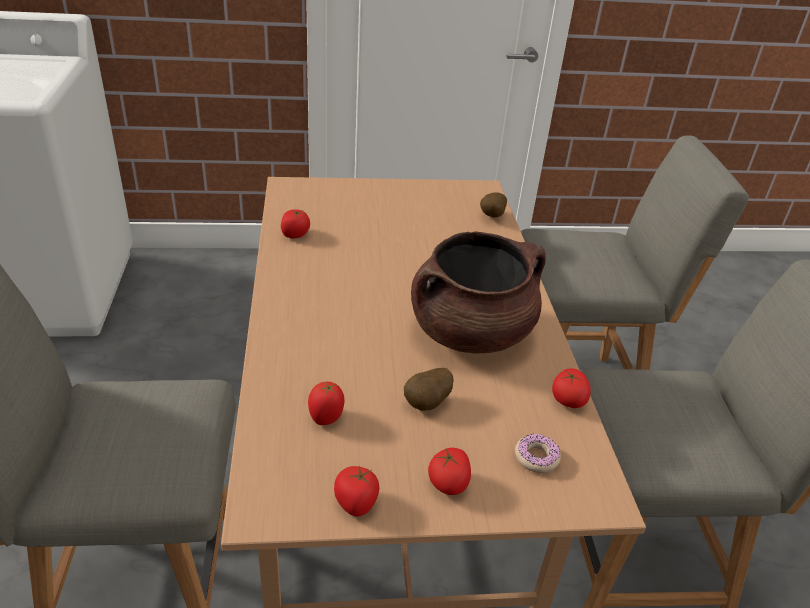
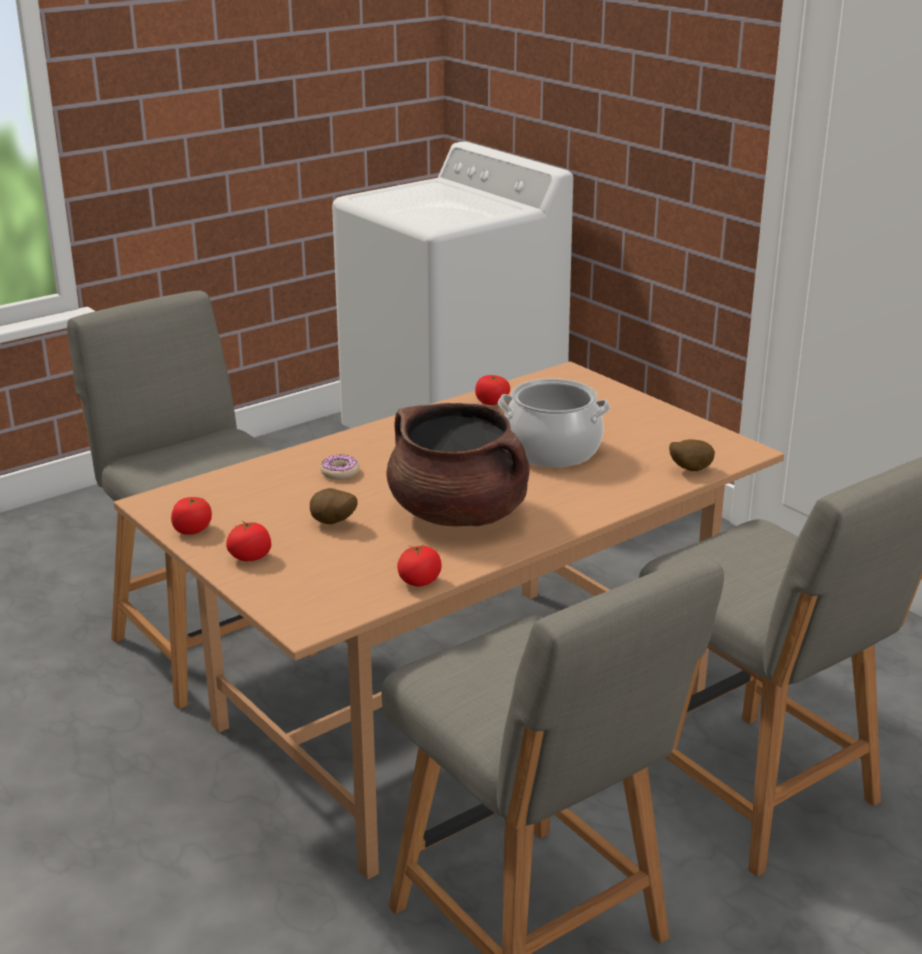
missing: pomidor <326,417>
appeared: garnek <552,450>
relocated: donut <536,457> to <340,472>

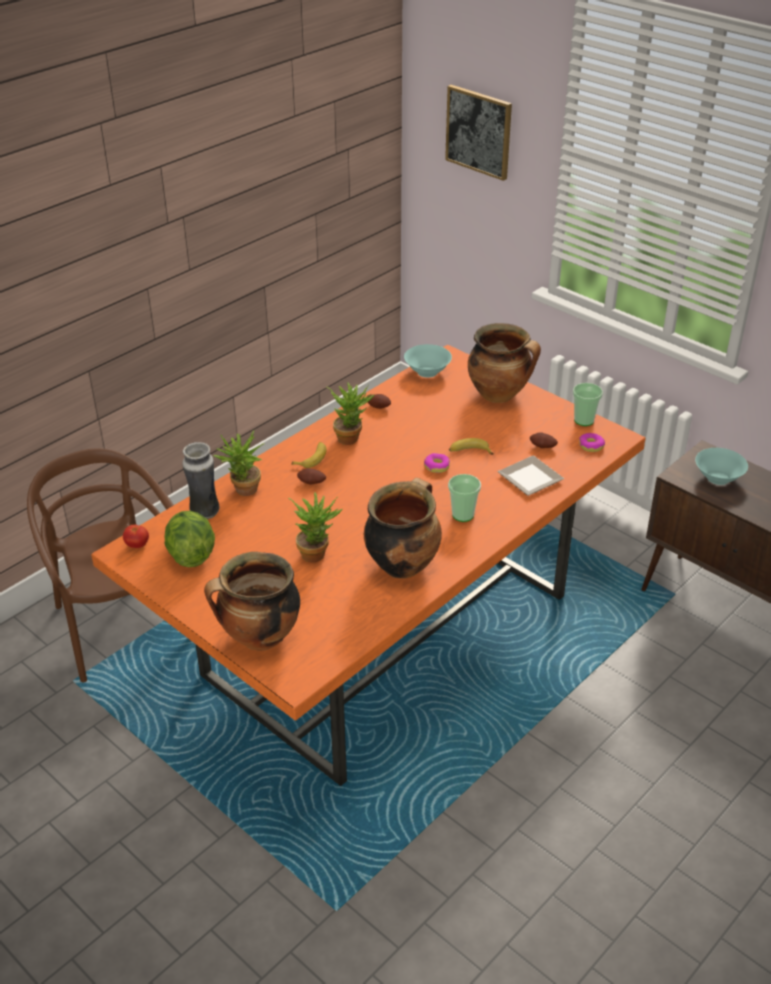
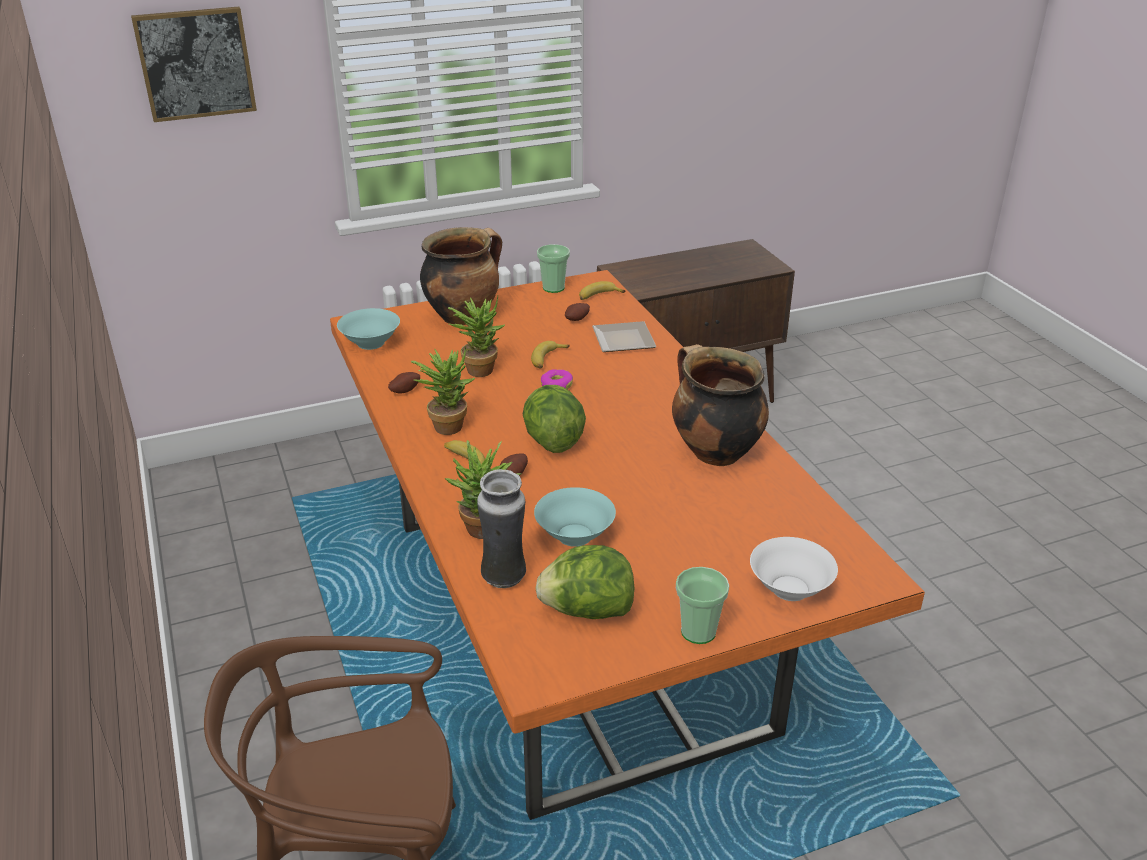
missing: pomidor <137,545>
appeared: sałata <552,441>
relocated: roślina doniczkowa <317,552> to <479,368>; filiżanka <463,515> to <698,632>; miska/turkusowy <718,478> to <575,534>
exchanged: garnek <259,638> to miska/biały <791,589>; donut <591,446> to banan <598,296>

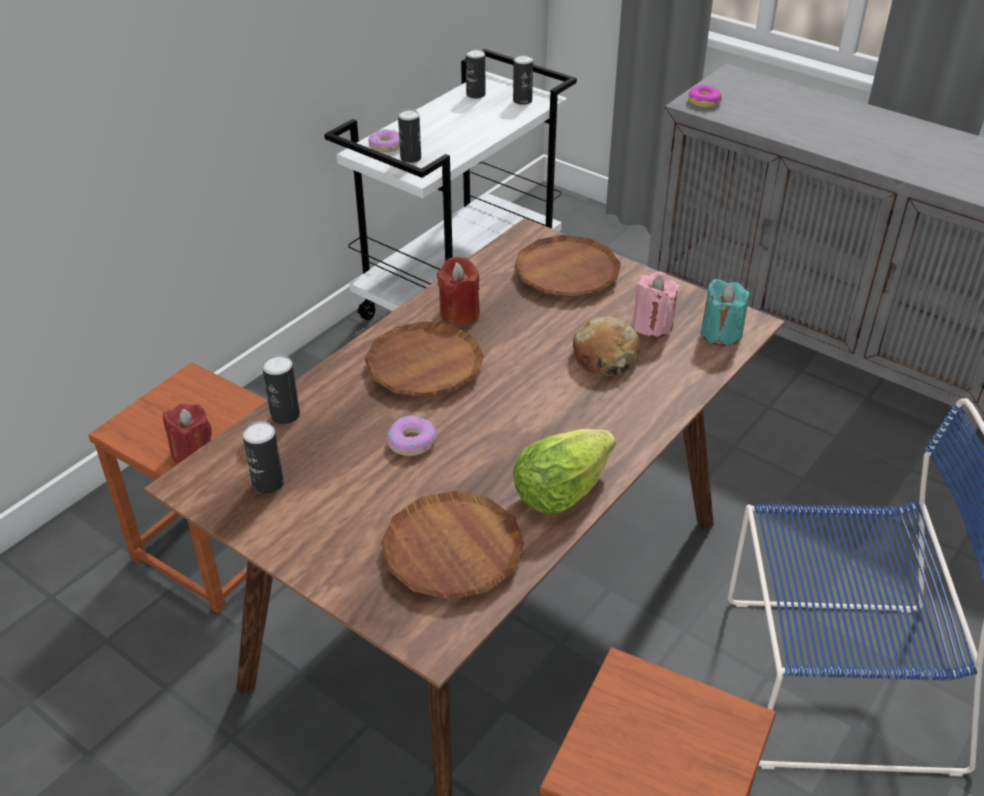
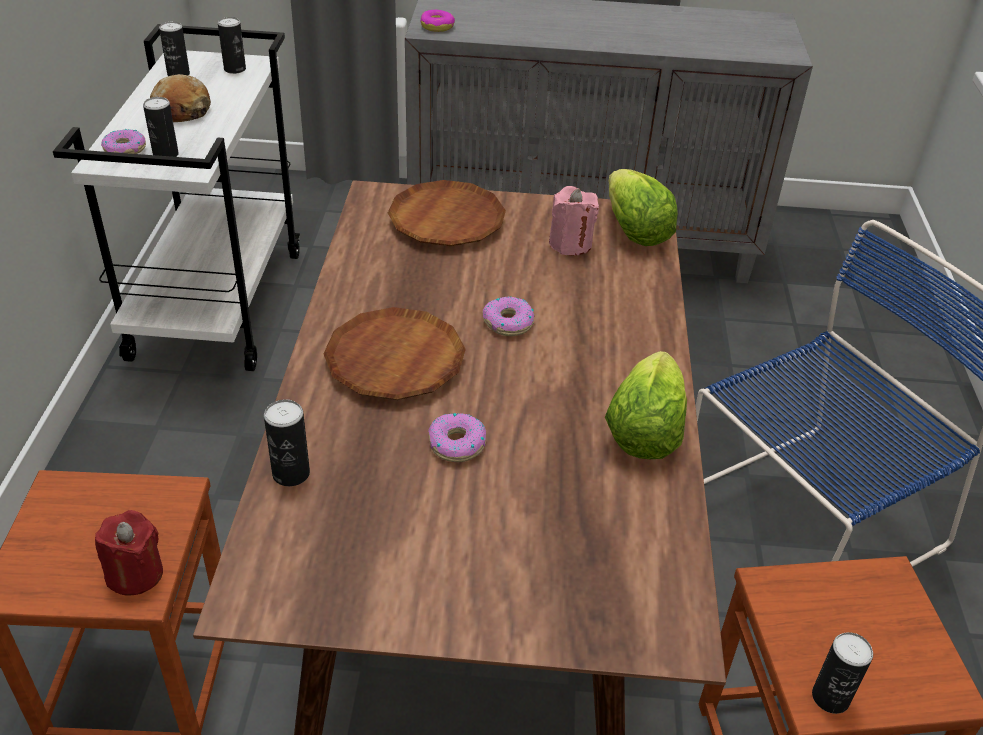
missing: talerz/brązowy <453,551>; świeca/czerwony <459,312>
appeared: donut <508,323>
relocated: puszka <268,484> to <830,697>; chleb <604,357> to <182,110>
exchanged: świeca/turkusowy <721,333> to sałata <635,231>

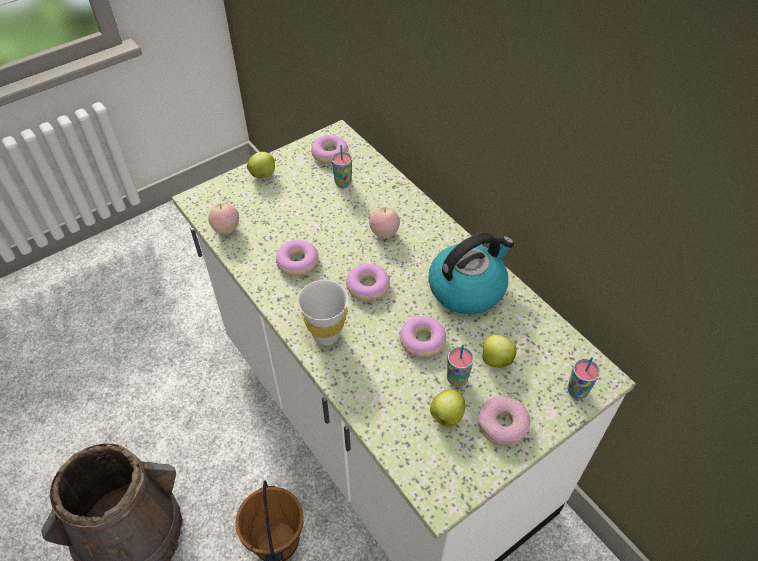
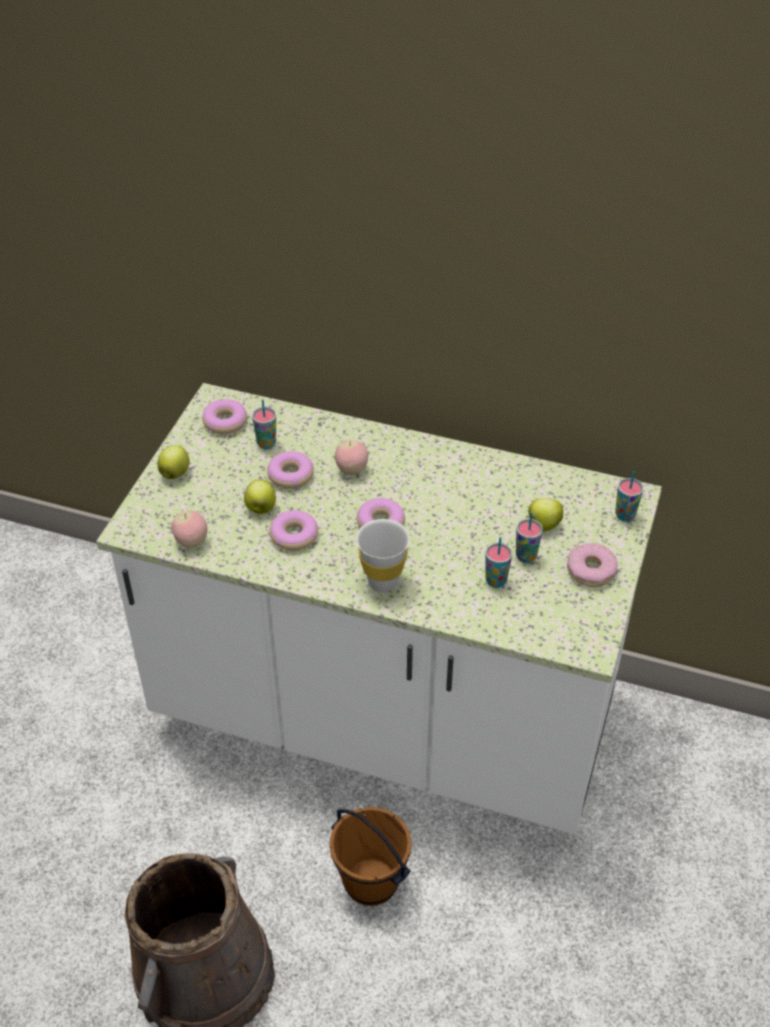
missing: czajnik <467,288>
appeared: filiżanka <496,581>
relocated: donut <422,340> to <290,475>; jabłko <446,417> to <261,508>

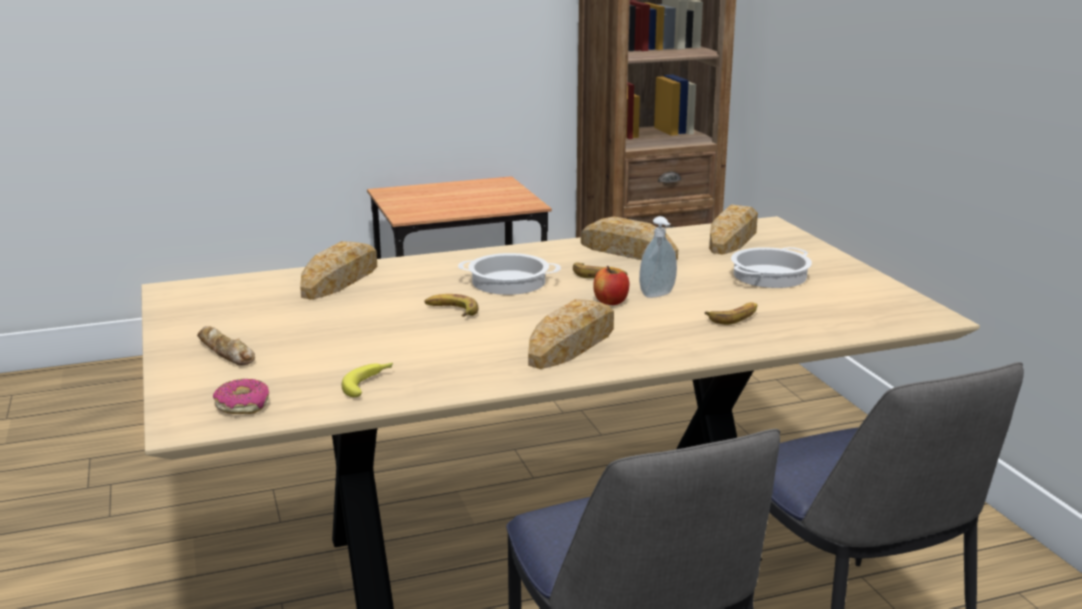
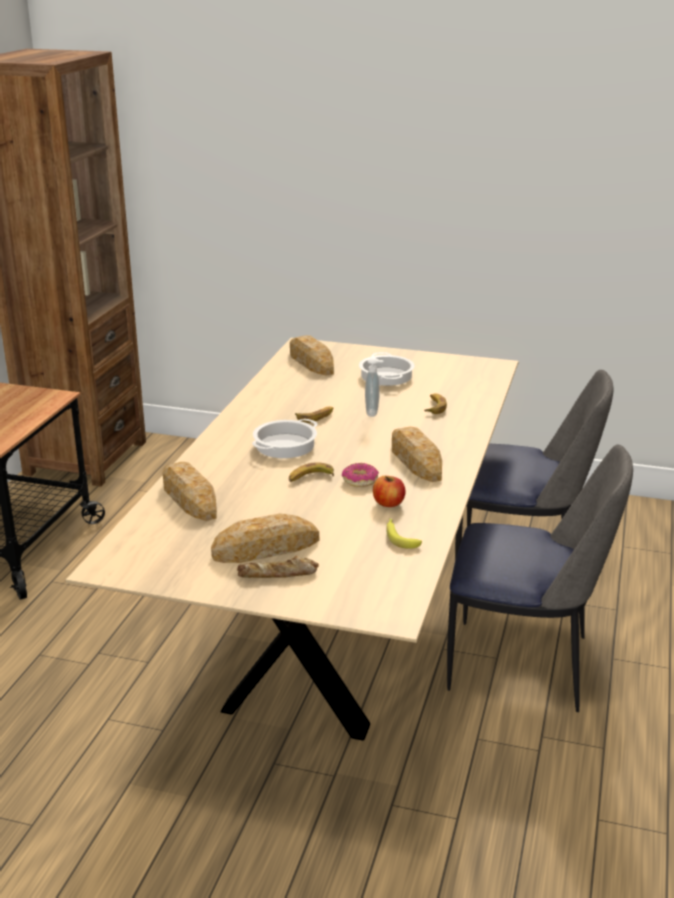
relocated: donut <243,405> to <360,481>; chleb <627,251> to <266,548>; jabłko <611,302> to <388,503>

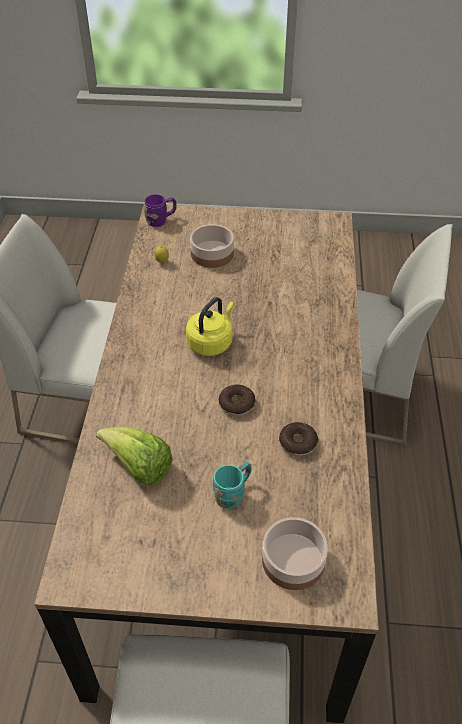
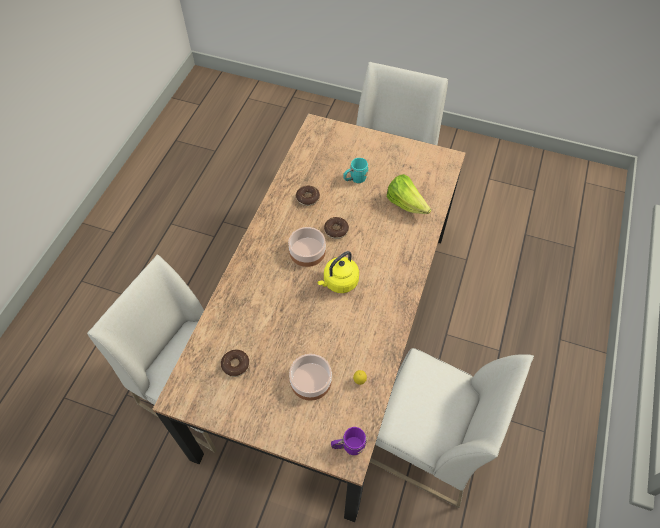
appeared: donut <235,365>
relocated: miska <292,561> to <308,251>

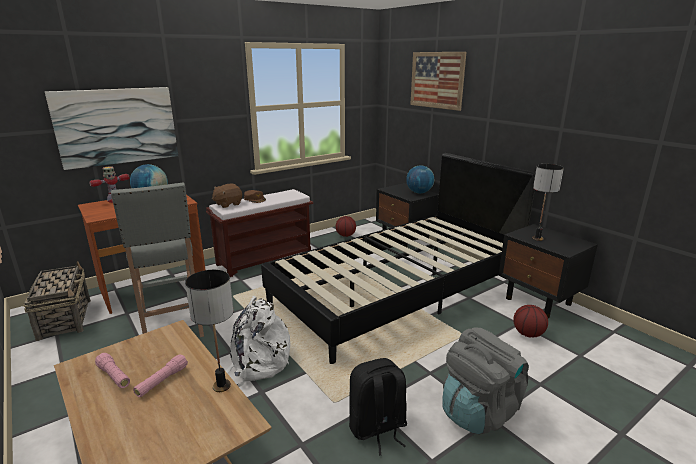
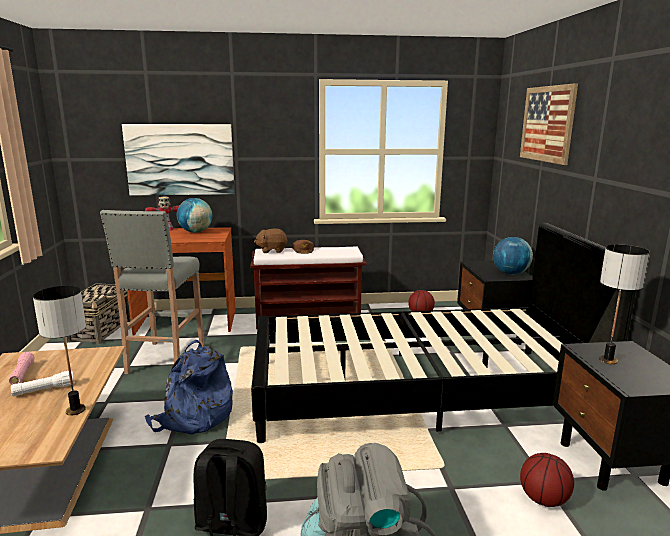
colour: latarka/różowy <162,381> to latarka/biały <44,390>; plecak/biały <257,363> to plecak/niebieski <193,417>

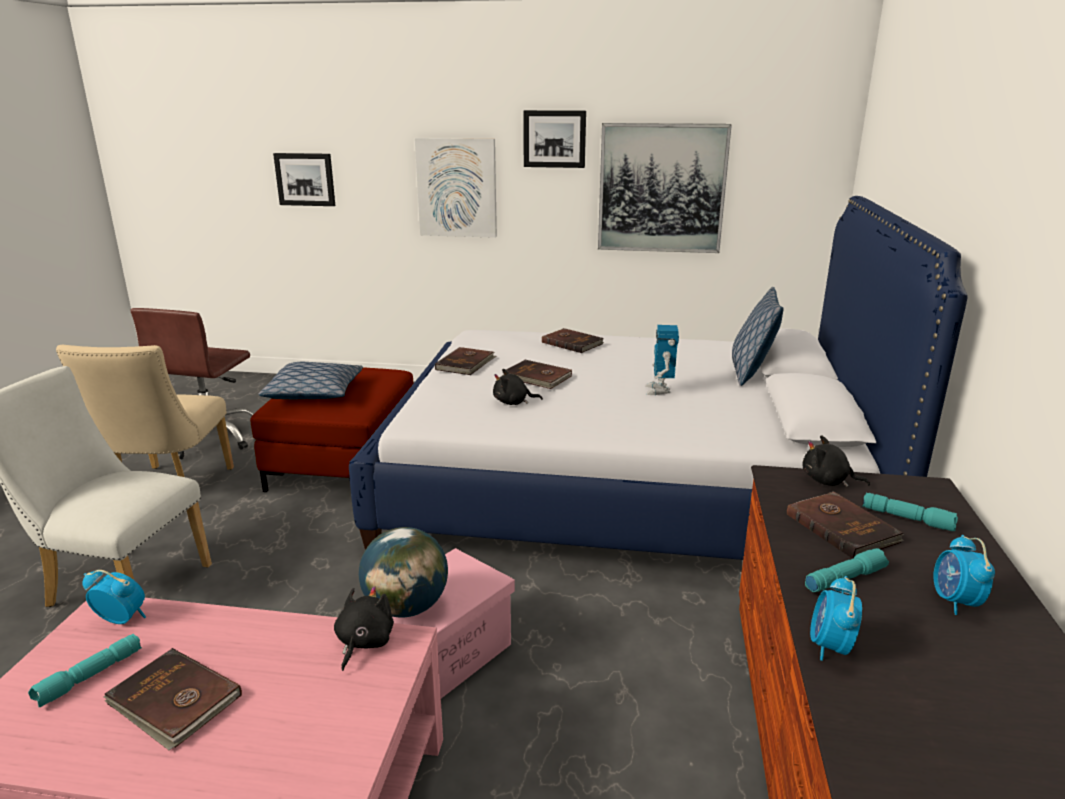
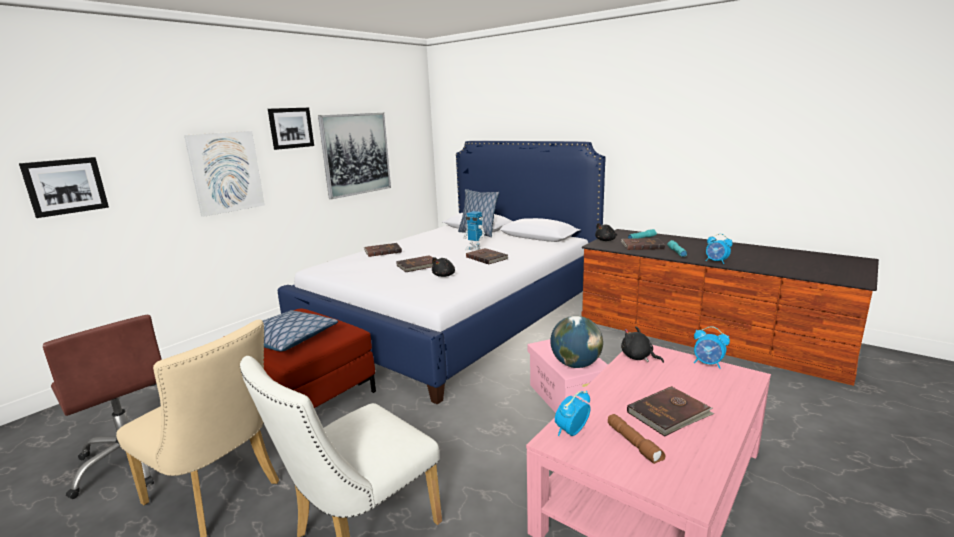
relocated: książka/brązowy <466,364> to <487,258>; budzik <955,601> to <708,364>
colour: latarka/turkusowy <89,678> to latarka/brązowy <634,444>

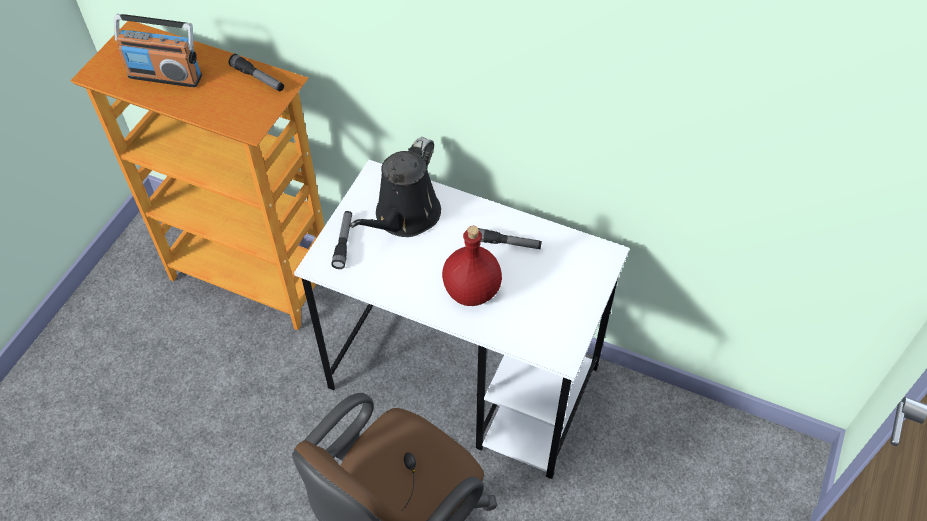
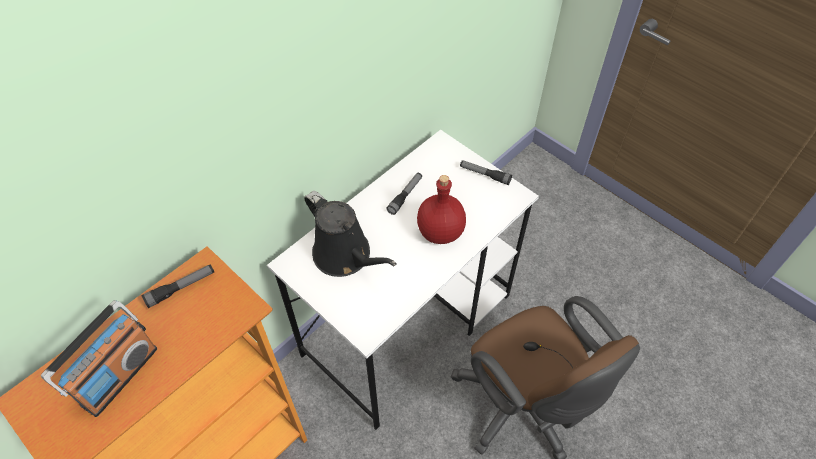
relocated: latarka <343,242> to <484,175>

